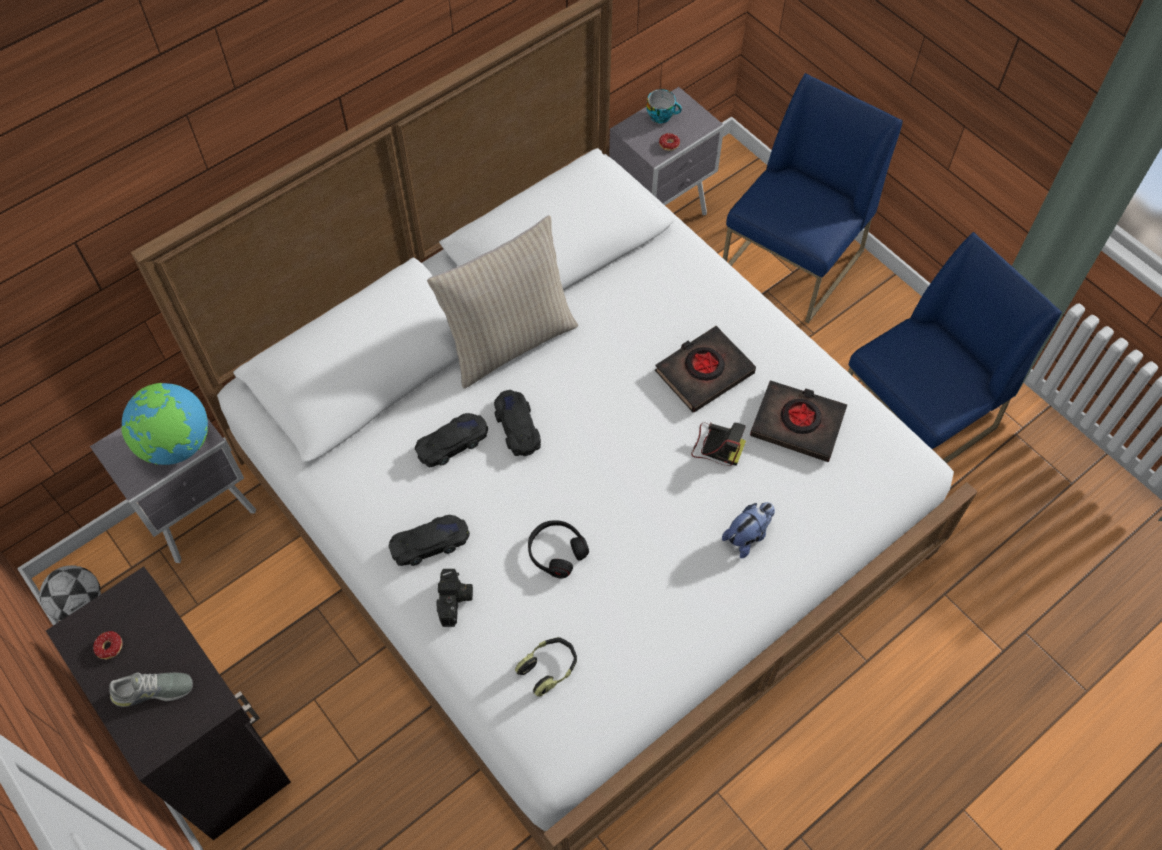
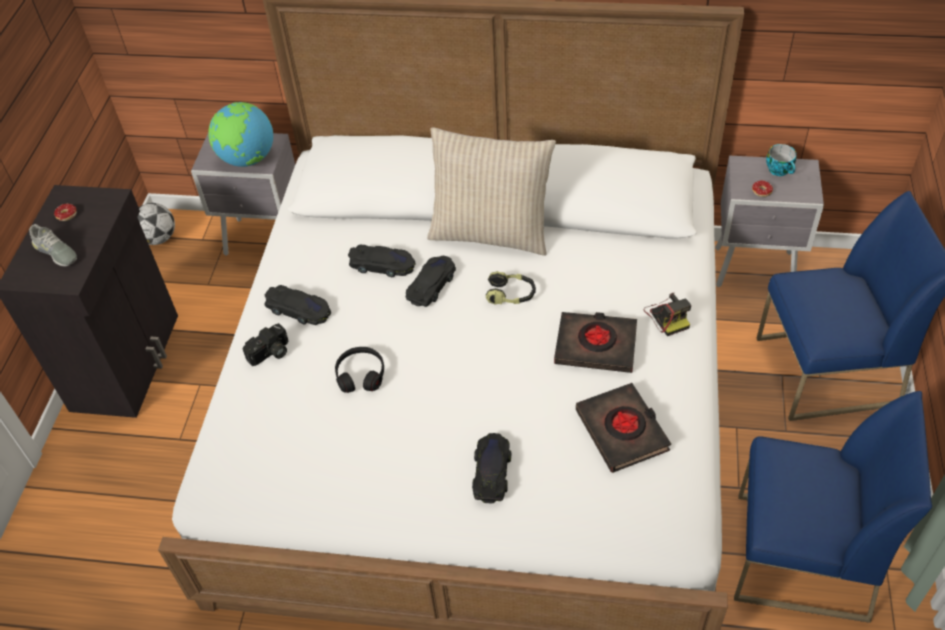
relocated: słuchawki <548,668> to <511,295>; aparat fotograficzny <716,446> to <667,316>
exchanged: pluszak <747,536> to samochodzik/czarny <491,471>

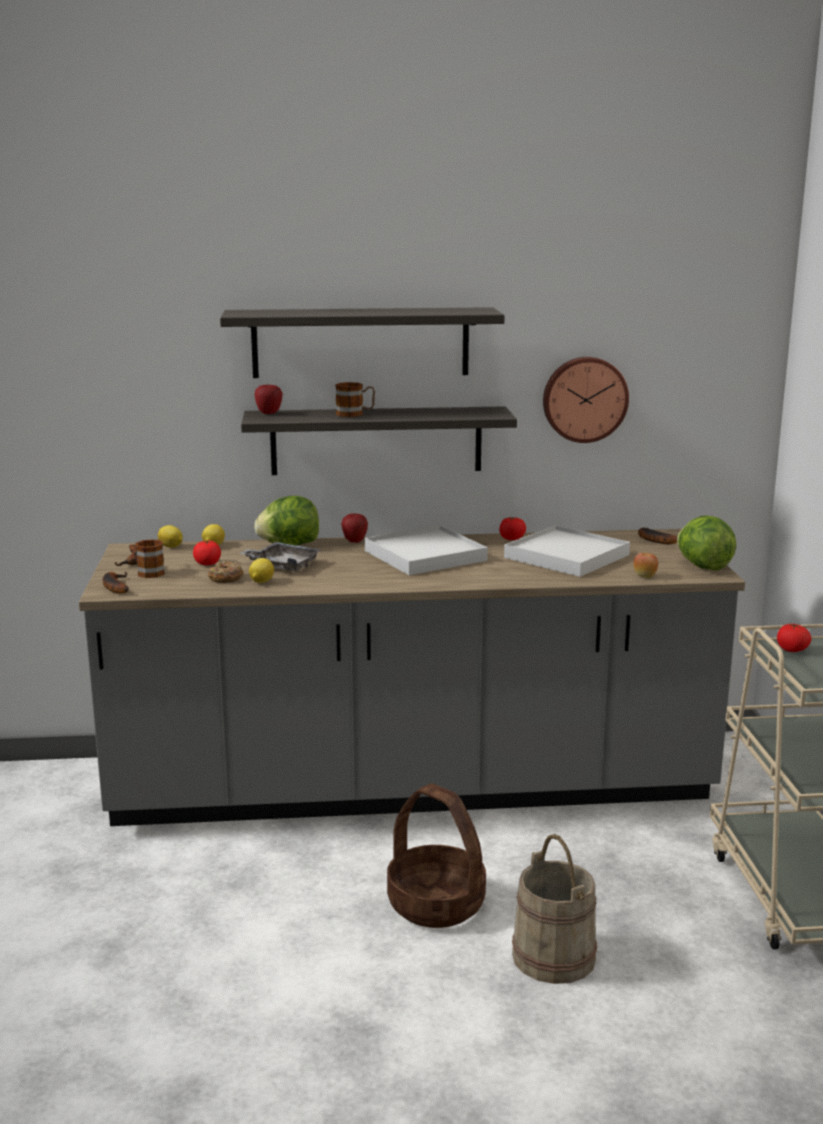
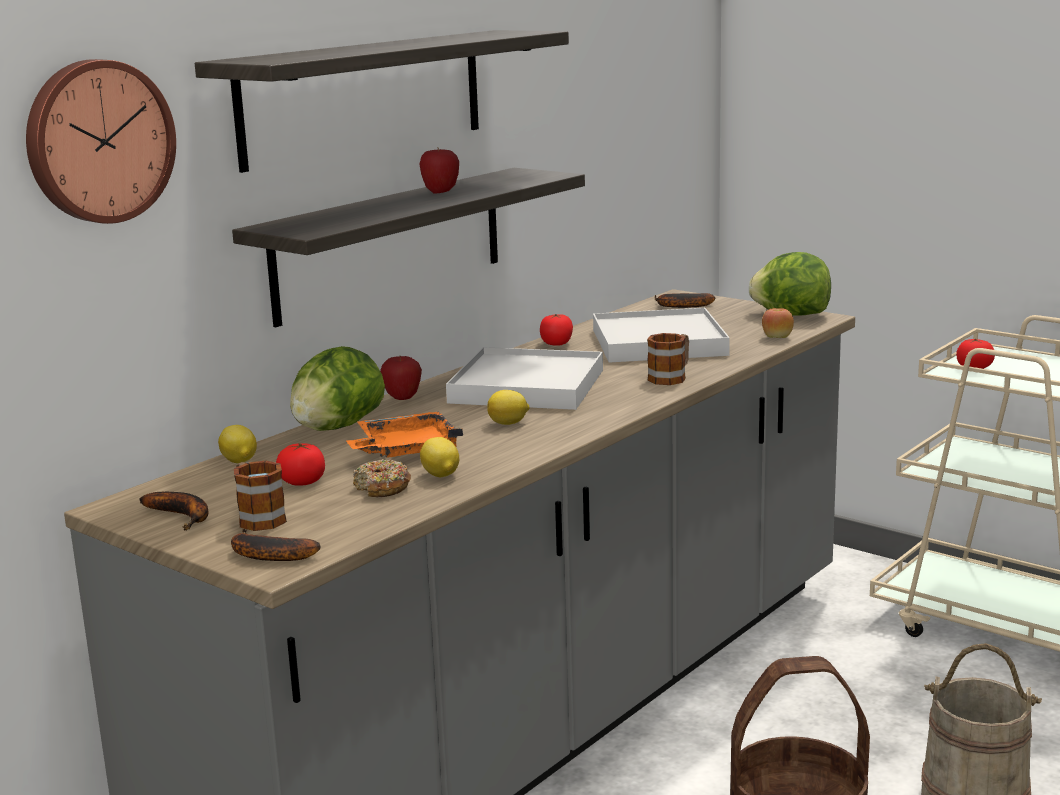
relocated: cytryna <171,547> to <509,423>; jabłko <269,413> to <440,192>; kubek <355,414> to <671,377>; zegar ścienny <584,399> to <98,141>
colour: taca/szary <282,565> to taca/pomarańczowy <405,450>

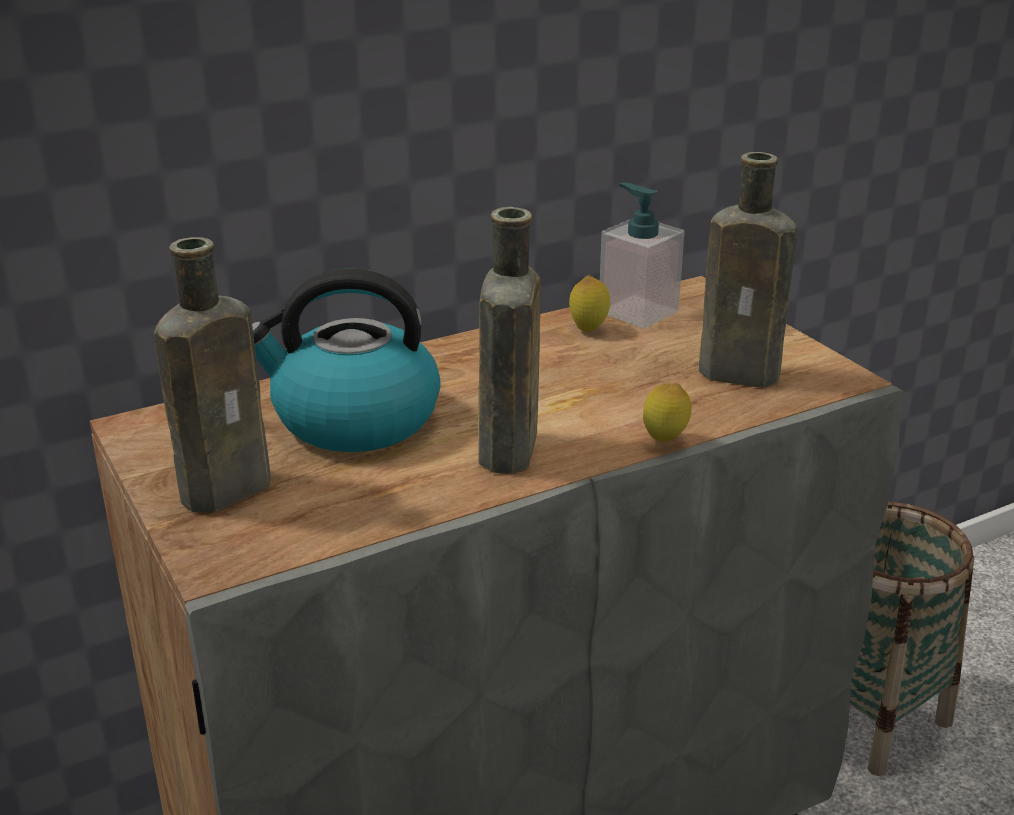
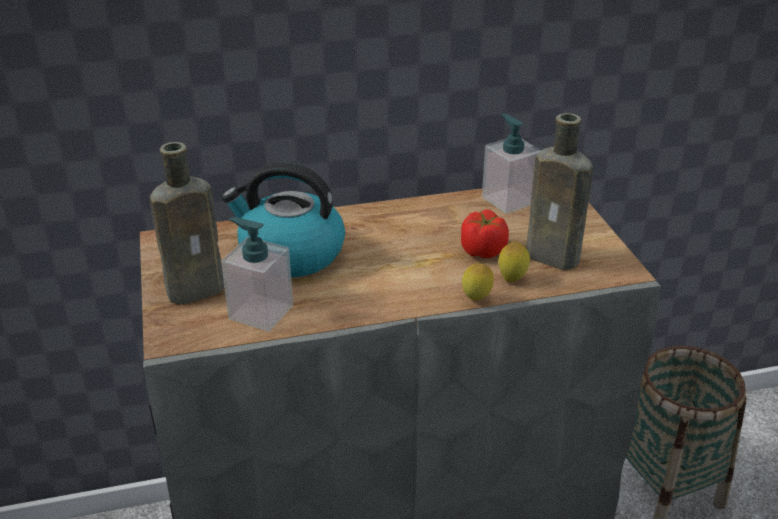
missing: butelka/brązowy <508,454>
appeared: dozownik mydła <260,312>; pomidor <483,250>
relocated: cytryna <588,329> to <512,279>

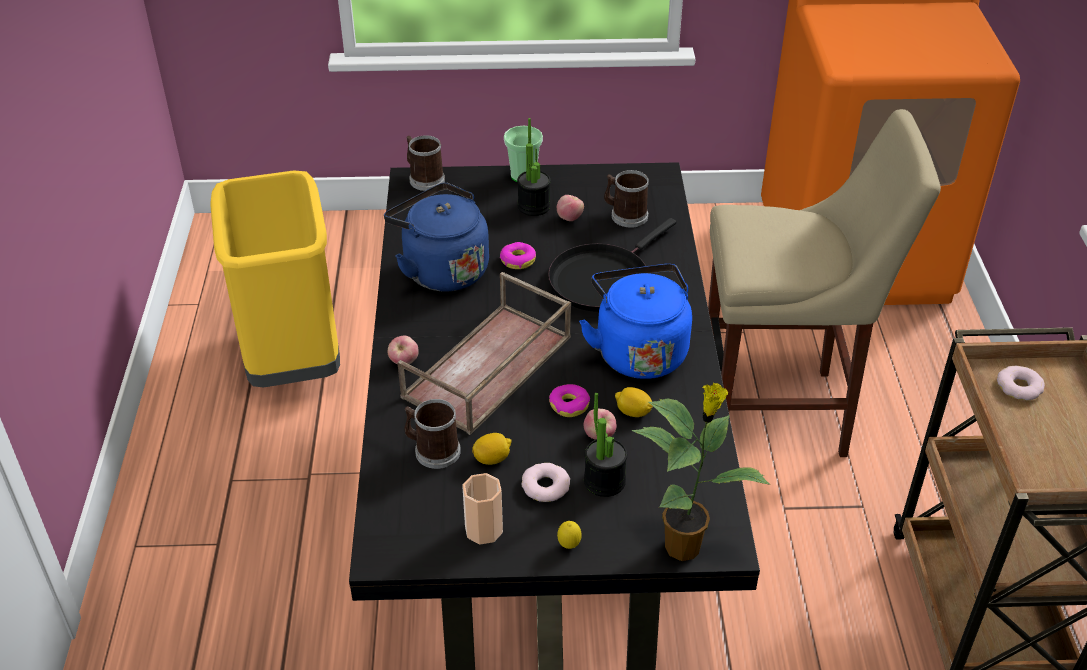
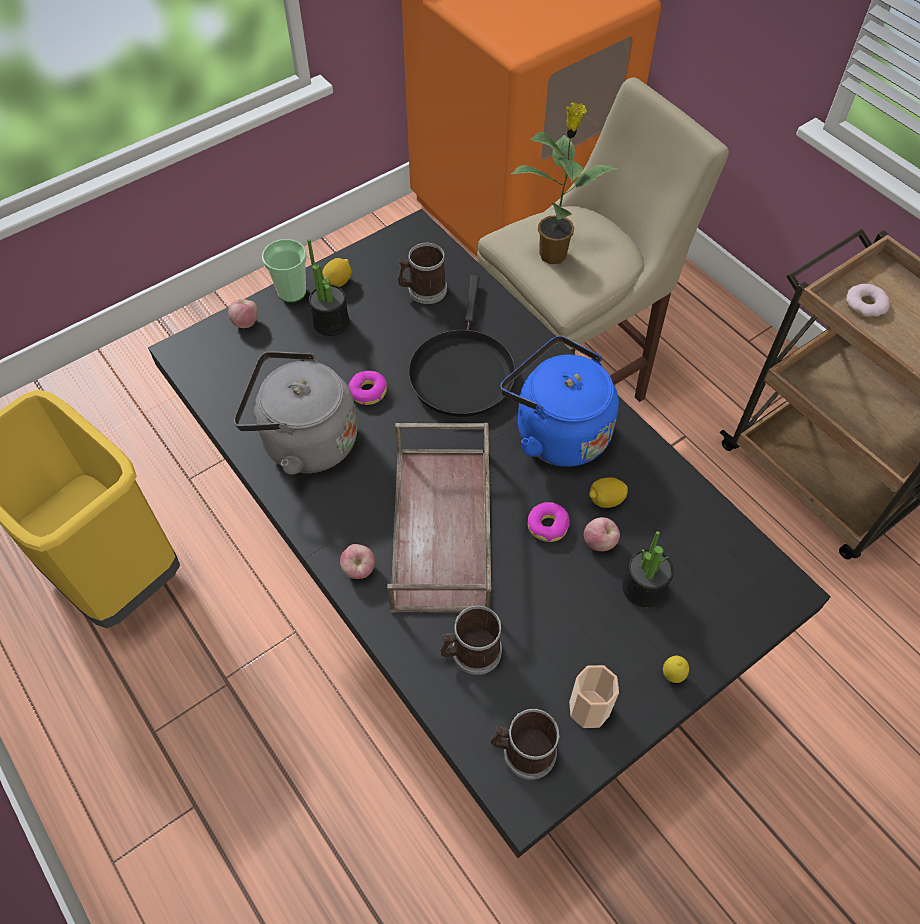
missing: donut <545,486>
relocated: kubek <424,178> to <523,751>; cytryna <492,458> to <338,282>; jabłko <570,218> to <246,322>; roślina doniczkowa <685,546> to <554,253>
colour: czajnik/niebieski <441,269> to czajnik/szary <304,441>

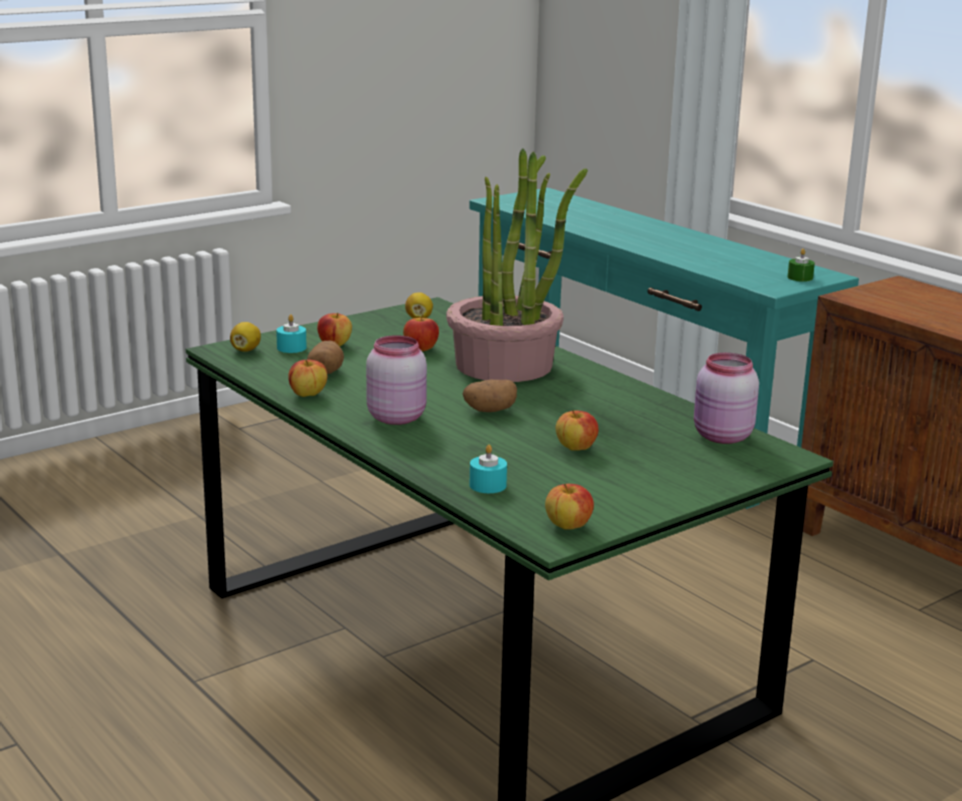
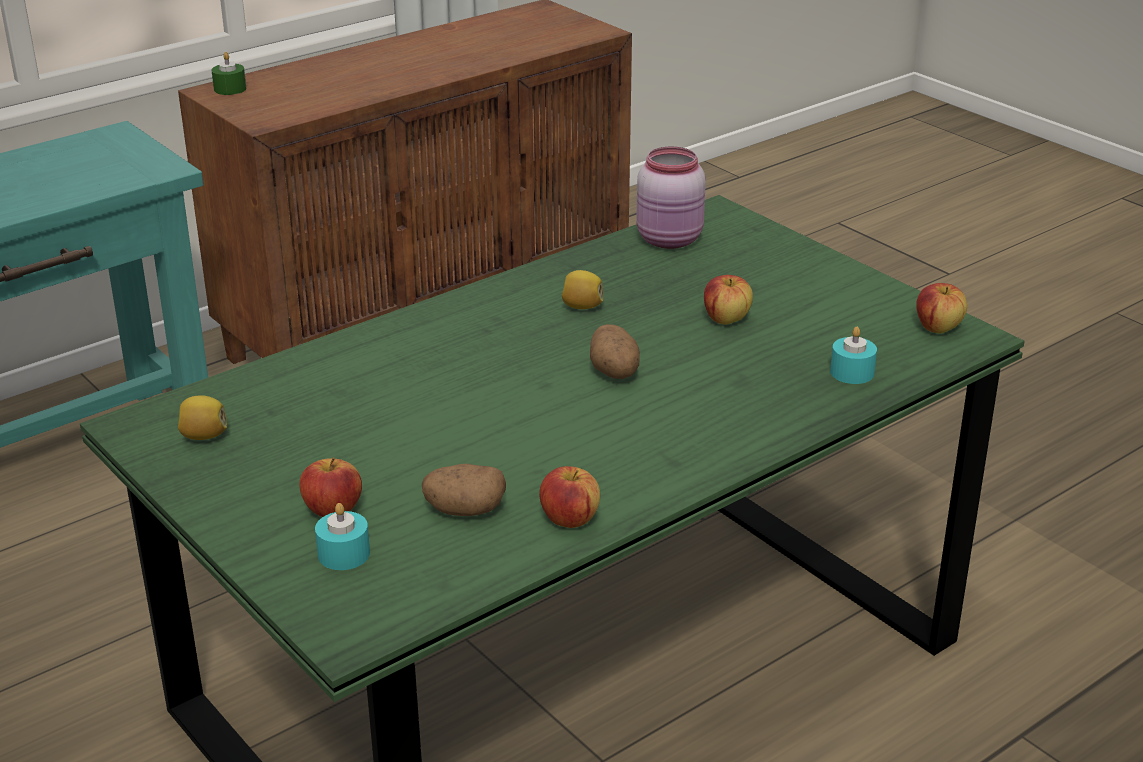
missing: słoik/różowy <396,417>; jabłko <421,349>; roślina doniczkowa <505,365>
relocated: cytryna <246,350> to <582,306>; świeca/zielony <800,278> to <230,89>

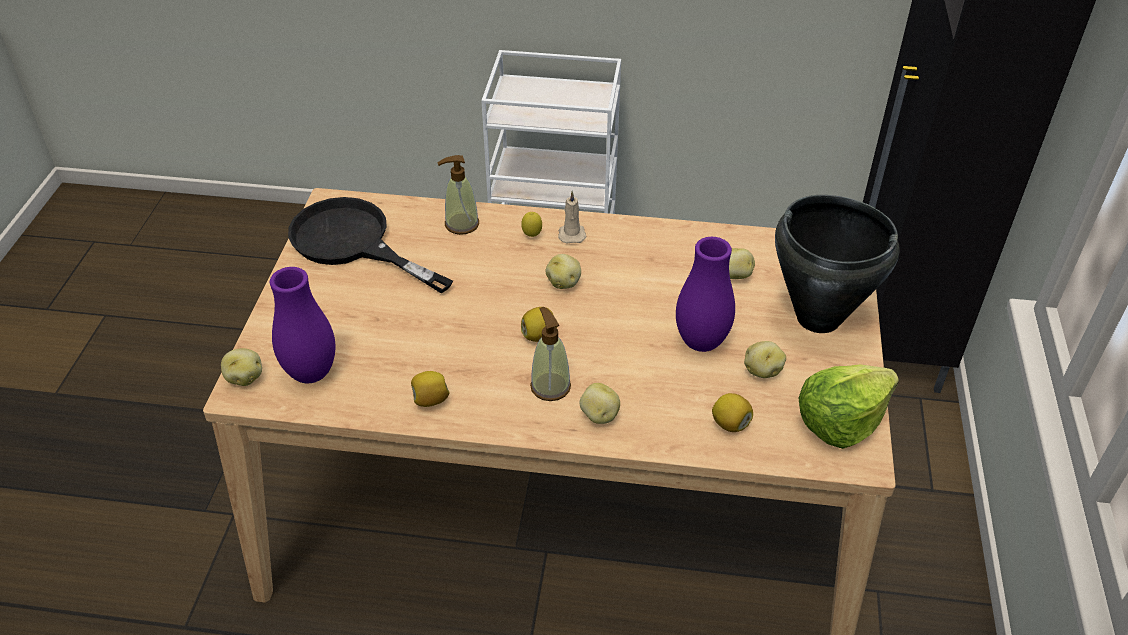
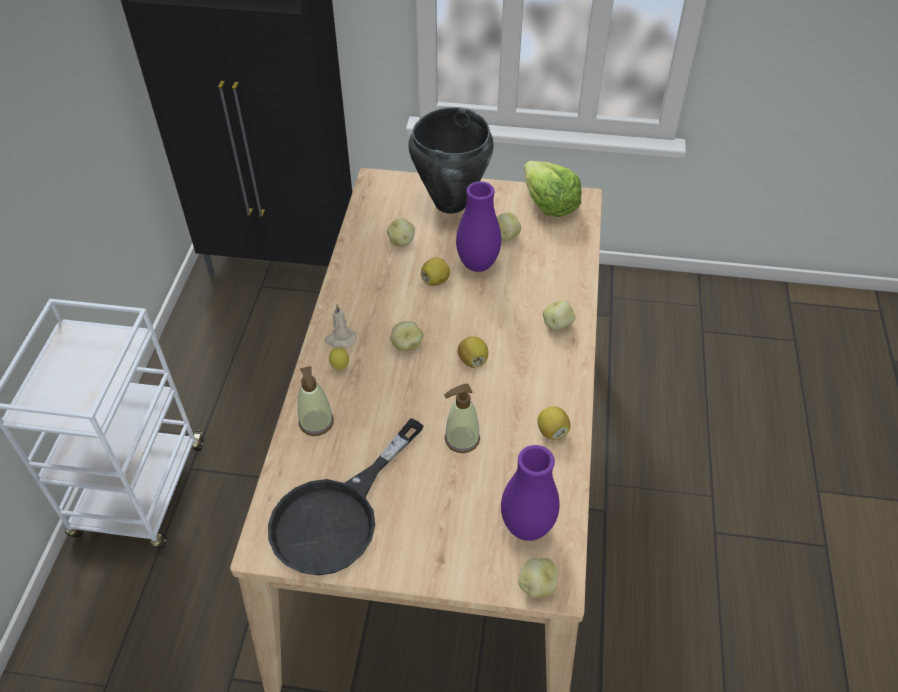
relocated: dozownik mydła <550,386> to <461,439>; cytryna <730,424> to <435,280>

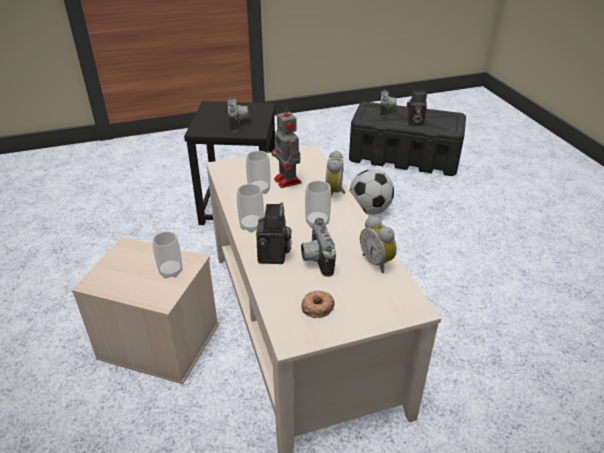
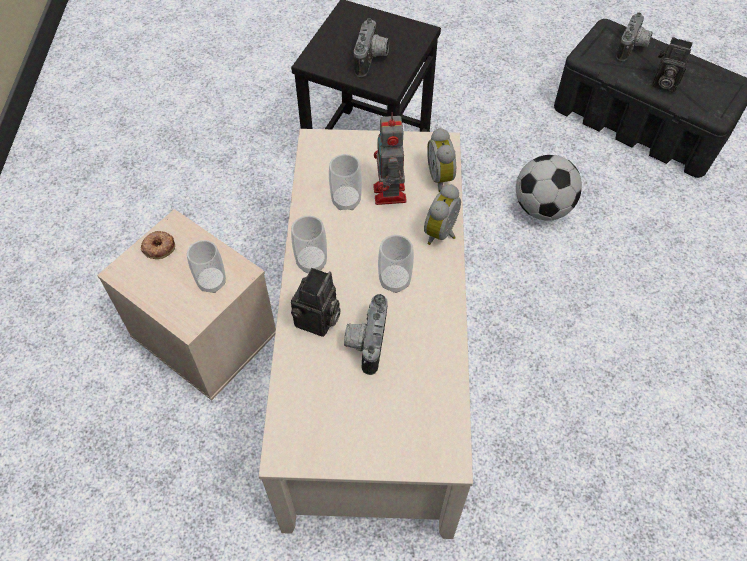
relocated: donut <317,306> to <158,247>; budzik <377,262> to <442,177>

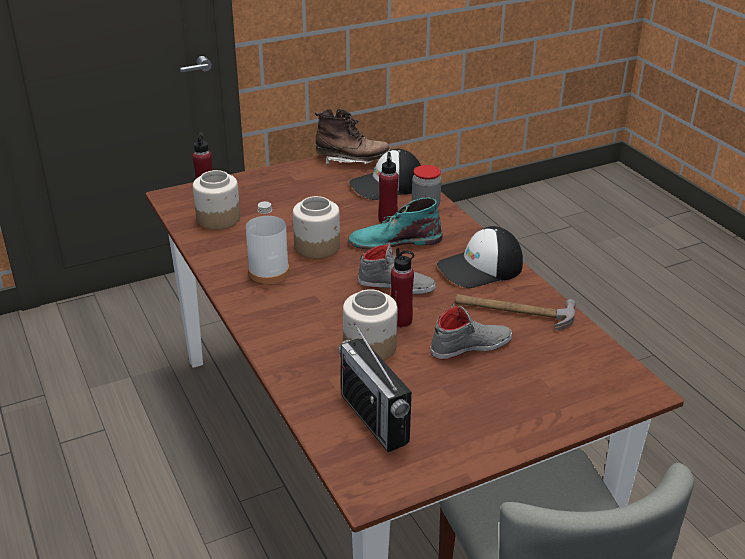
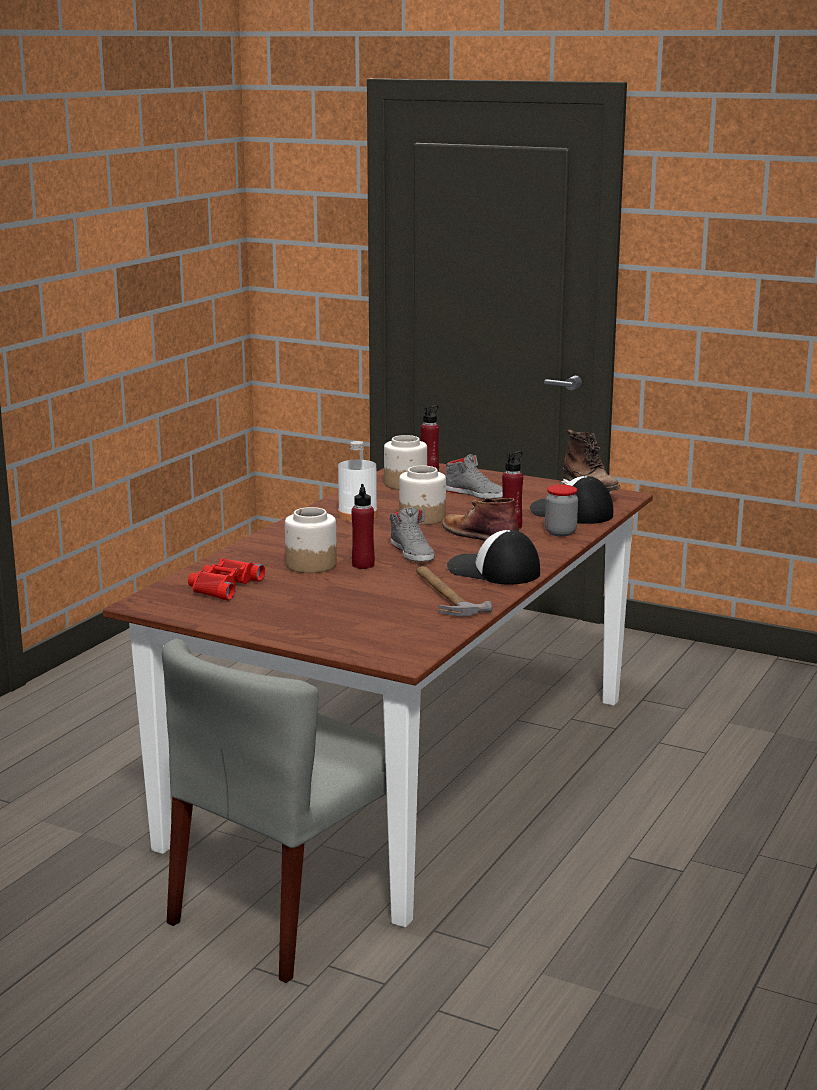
relocated: but/szary <470,345> to <476,494>
exchanged: radio <374,419> to lornetka/czerwony <223,586>
colour: but z cholewką/turkusowy <394,240> to but z cholewką/brązowy <480,536>

